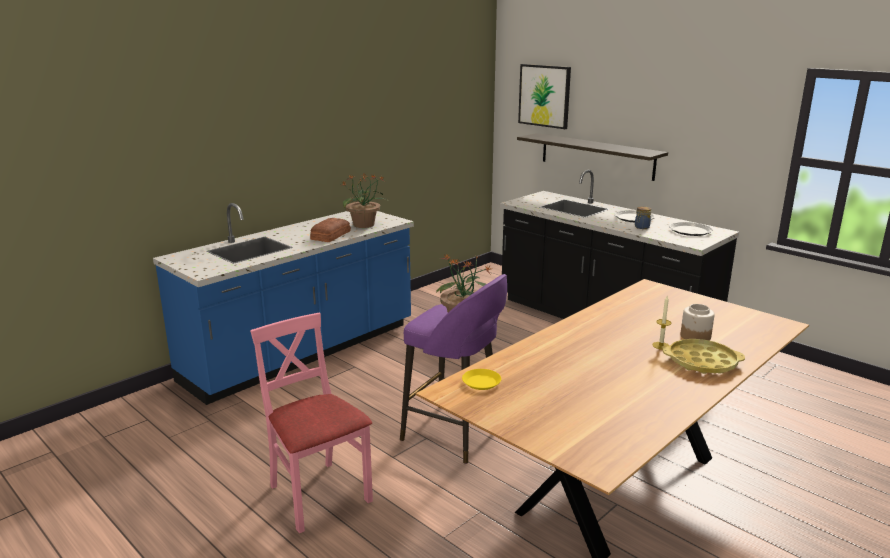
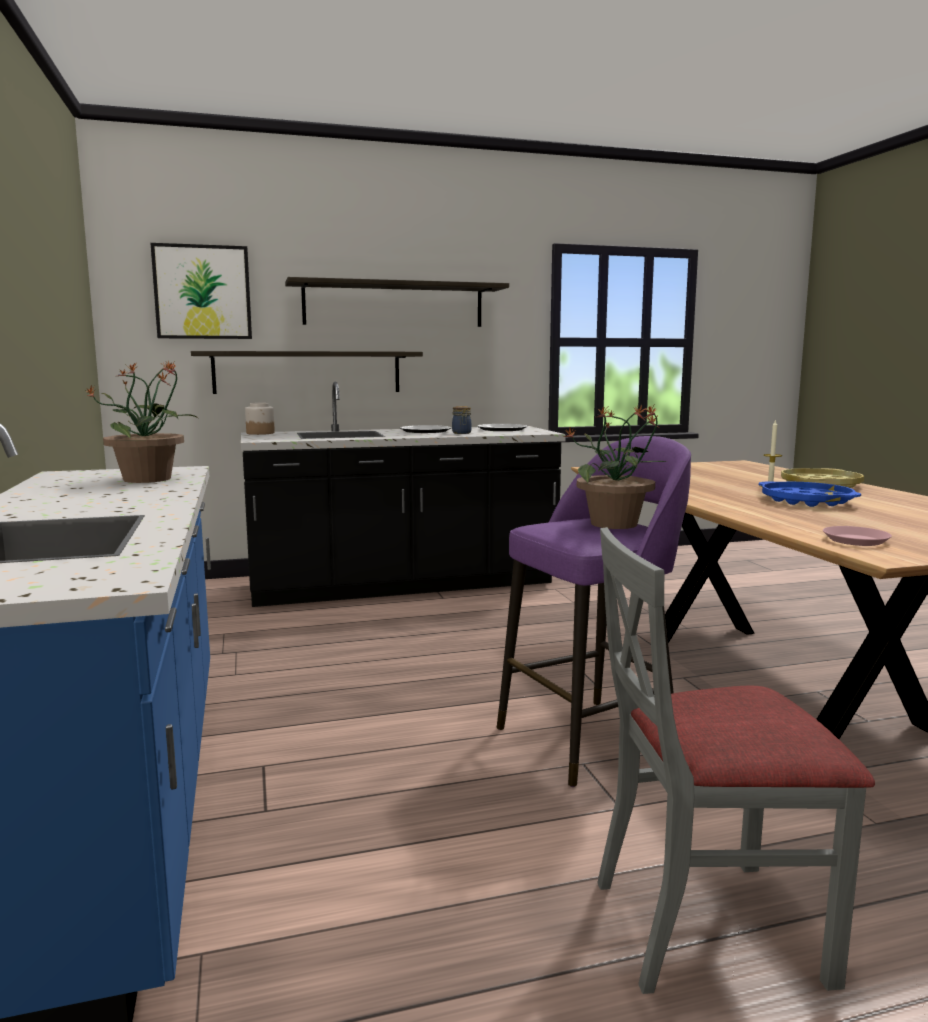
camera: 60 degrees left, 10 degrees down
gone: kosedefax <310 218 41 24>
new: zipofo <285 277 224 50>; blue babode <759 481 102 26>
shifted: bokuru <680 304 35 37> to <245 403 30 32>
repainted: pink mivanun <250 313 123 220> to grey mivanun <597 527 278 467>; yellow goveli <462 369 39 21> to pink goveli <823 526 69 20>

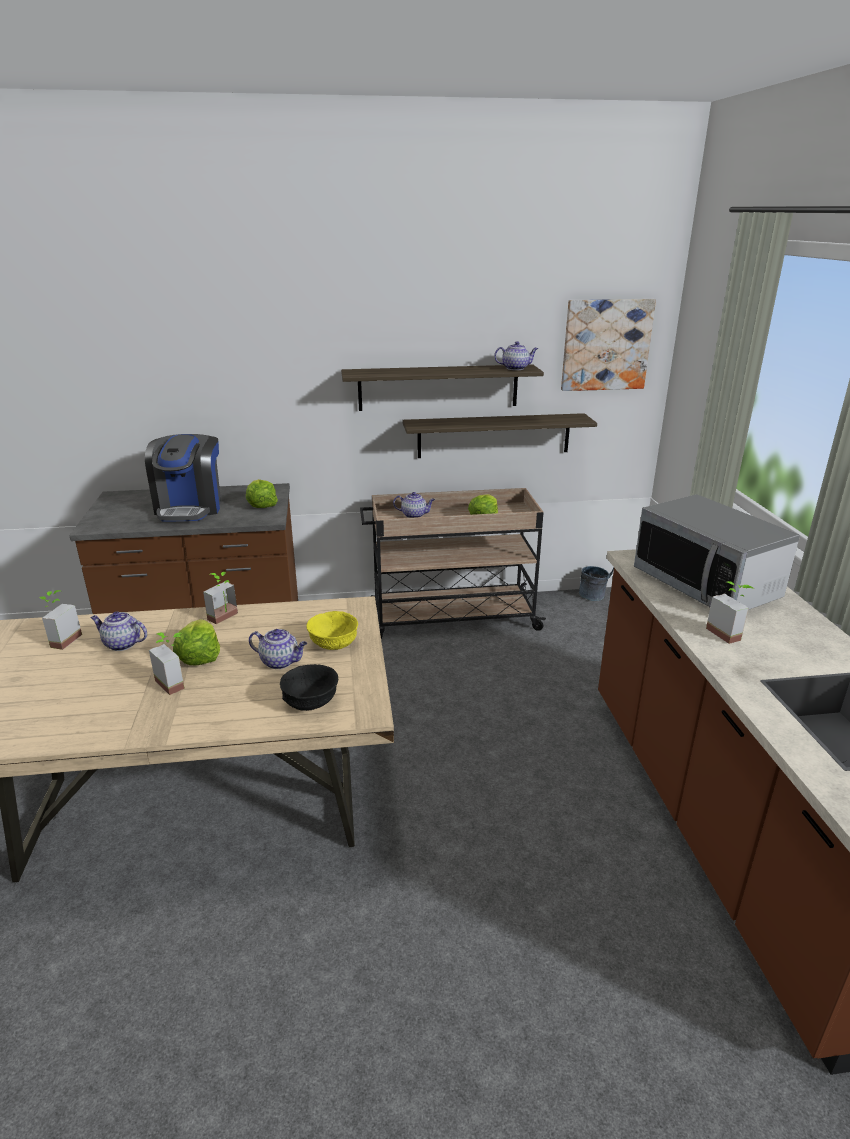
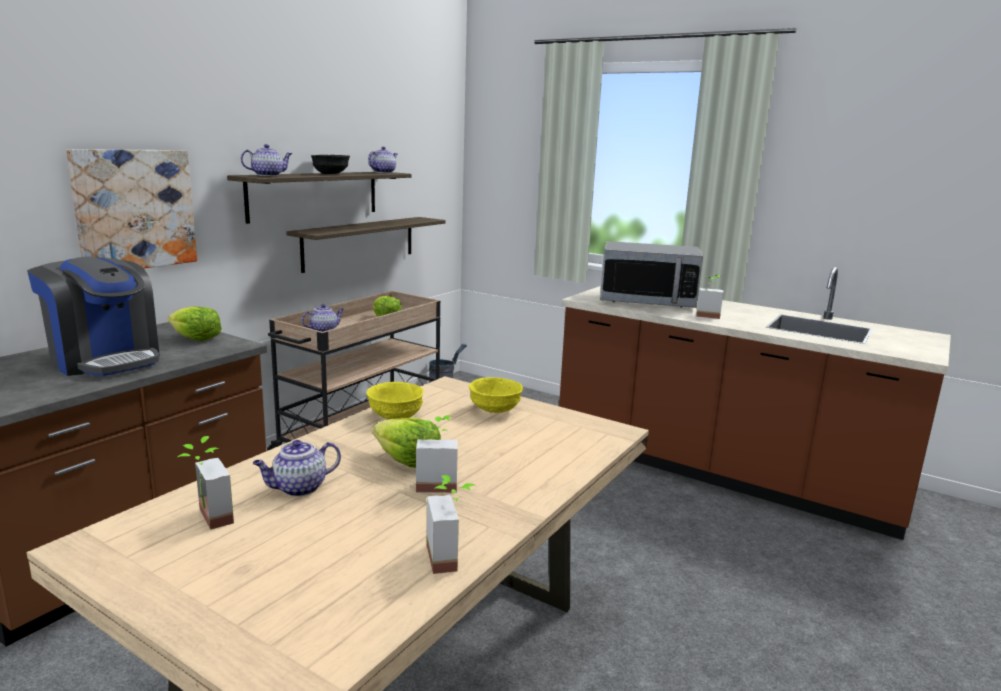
camera: 50 degrees left, 10 degrees down
new: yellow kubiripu <366 382 58 37>
shifted: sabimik <561 299 95 92> to <66 149 131 120>; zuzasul <203 572 35 52> to <427 475 48 99>; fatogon <249 629 58 40> to <241 144 51 32>; black kubiripu <280 664 58 47> to <311 155 39 19>

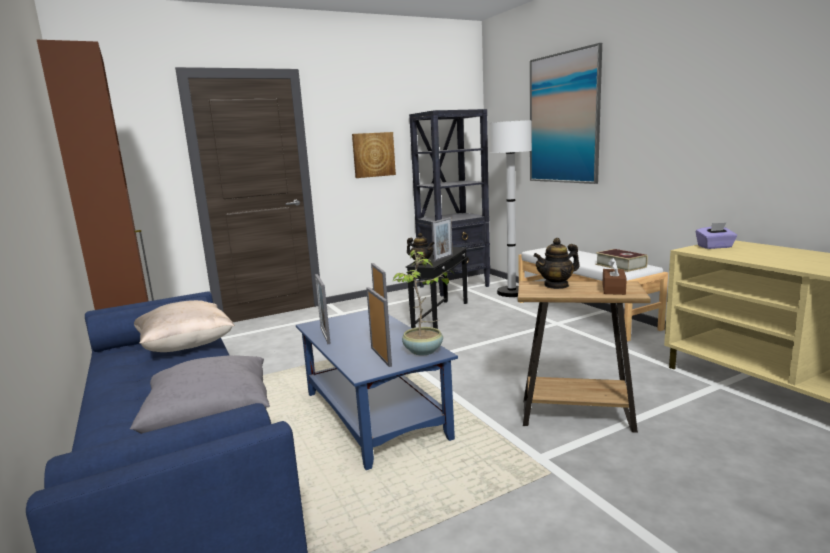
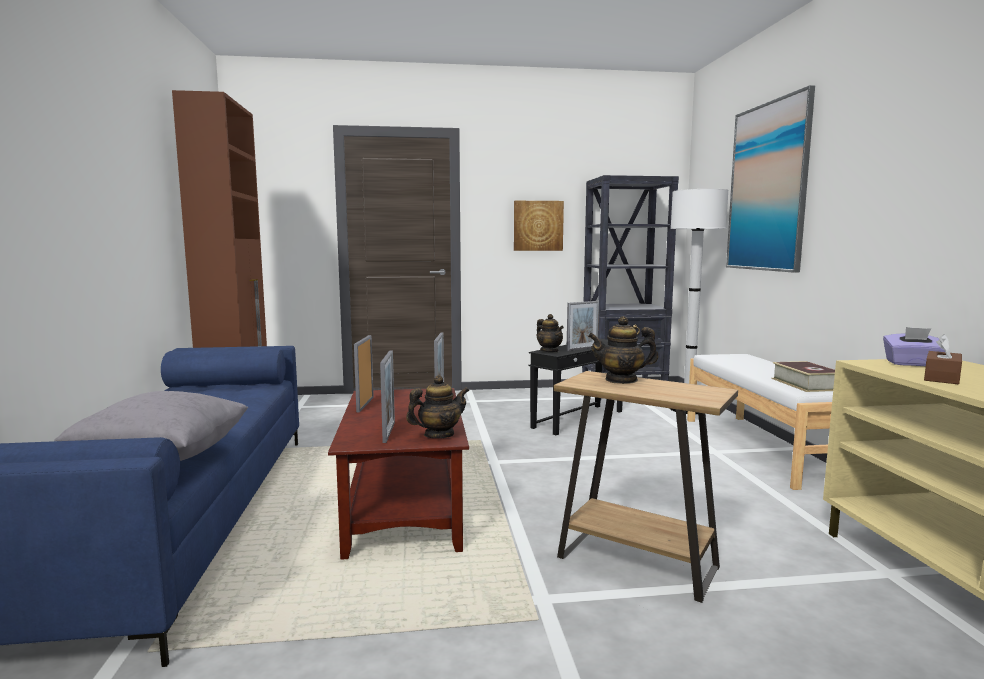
camera: 20 degrees right, 5 degrees down
gone: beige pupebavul <134 300 101 52>
shifted: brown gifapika <602 258 25 37> to <924 334 38 50>
swapped: zuzasul <392 250 62 106> to fatogon <406 375 63 63>
repainted: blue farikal <296 310 162 160> to brown farikal <328 388 141 172>

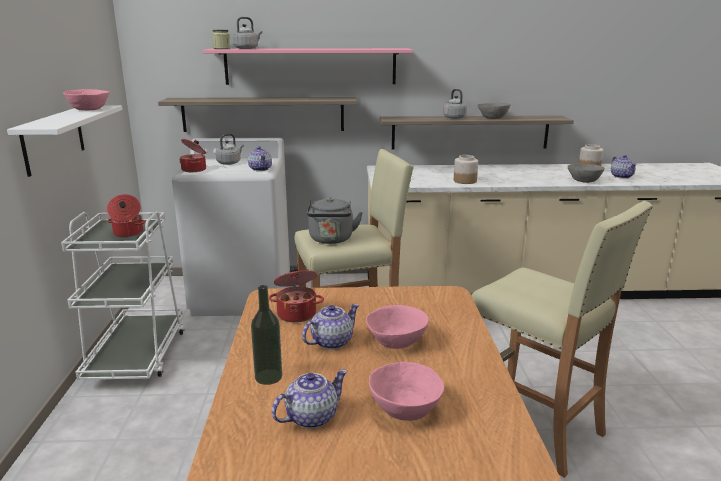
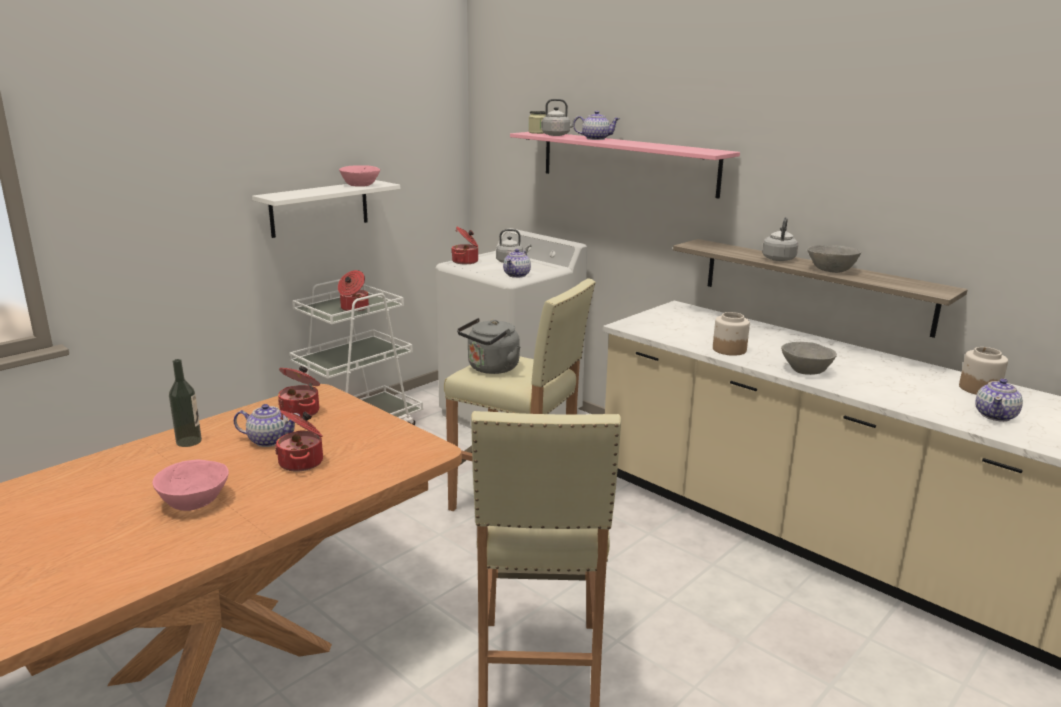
camera: 45 degrees right, 0 degrees up
gone: zipofo <158 97 199 35>
shifted: grey kubiripu <567 164 38 19> to <781 342 56 33>; fatogon <272 369 76 60> to <573 111 47 29>
swapped: pink kubiripu <366 305 63 44> to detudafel <275 410 48 62>

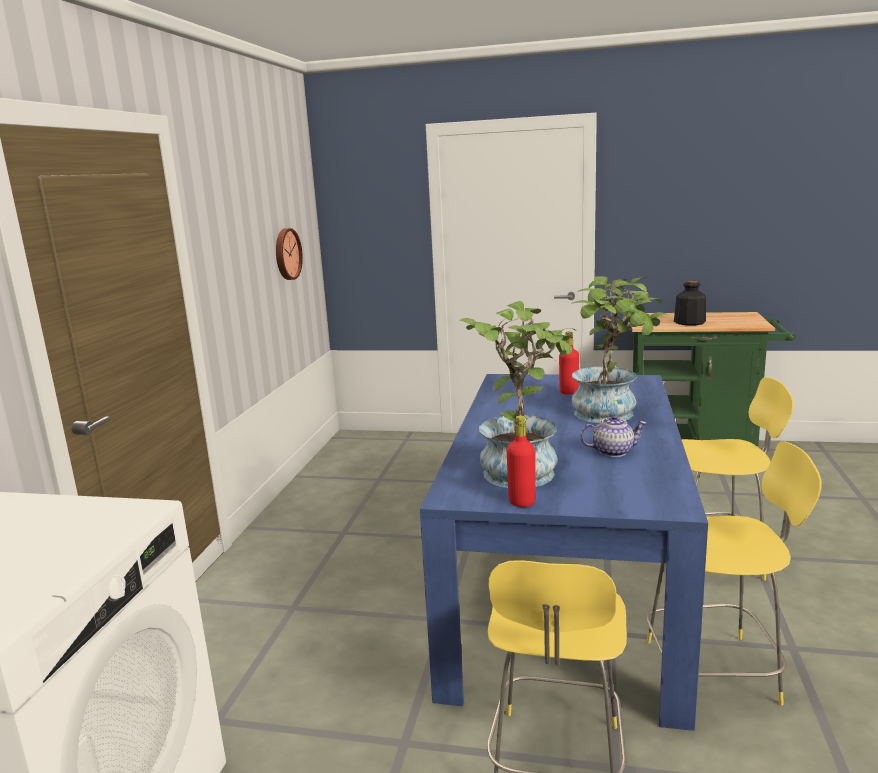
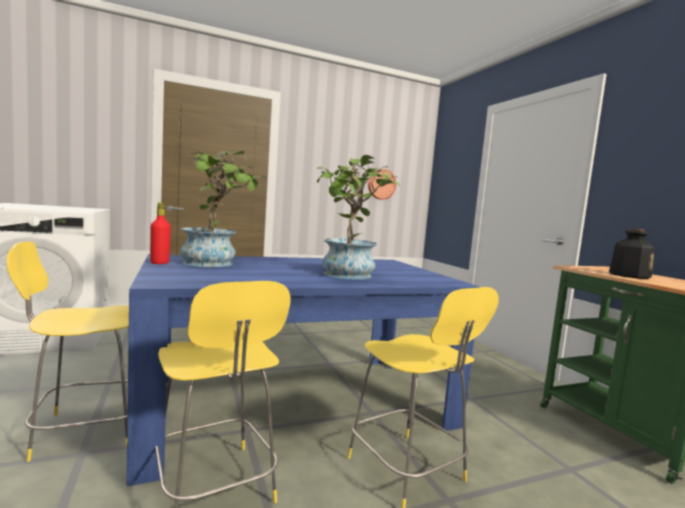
camera: 55 degrees right, 10 degrees down
gone: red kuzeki <559 332 20 63>; fatogon <580 415 67 42>

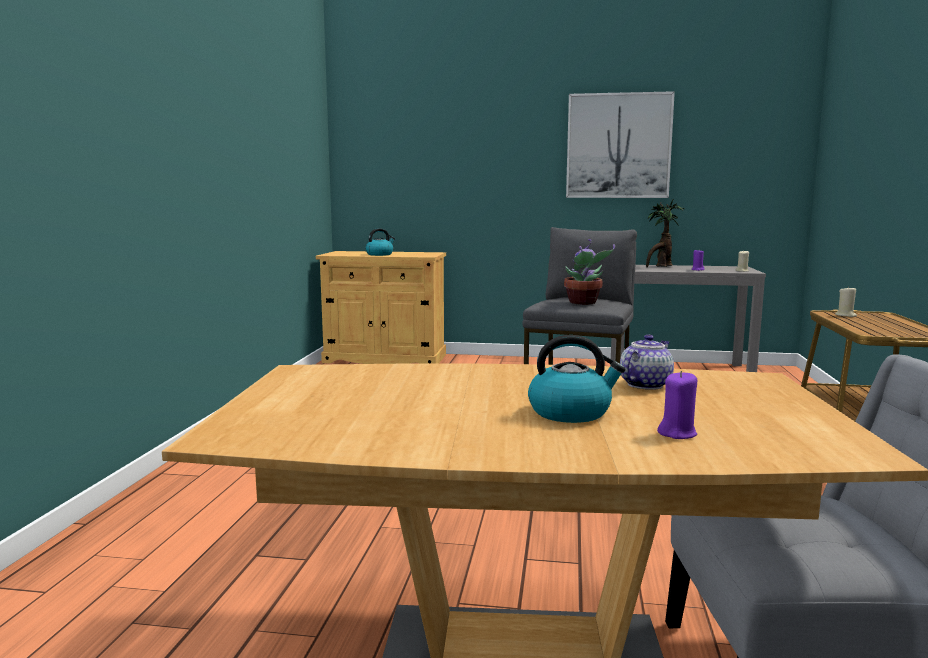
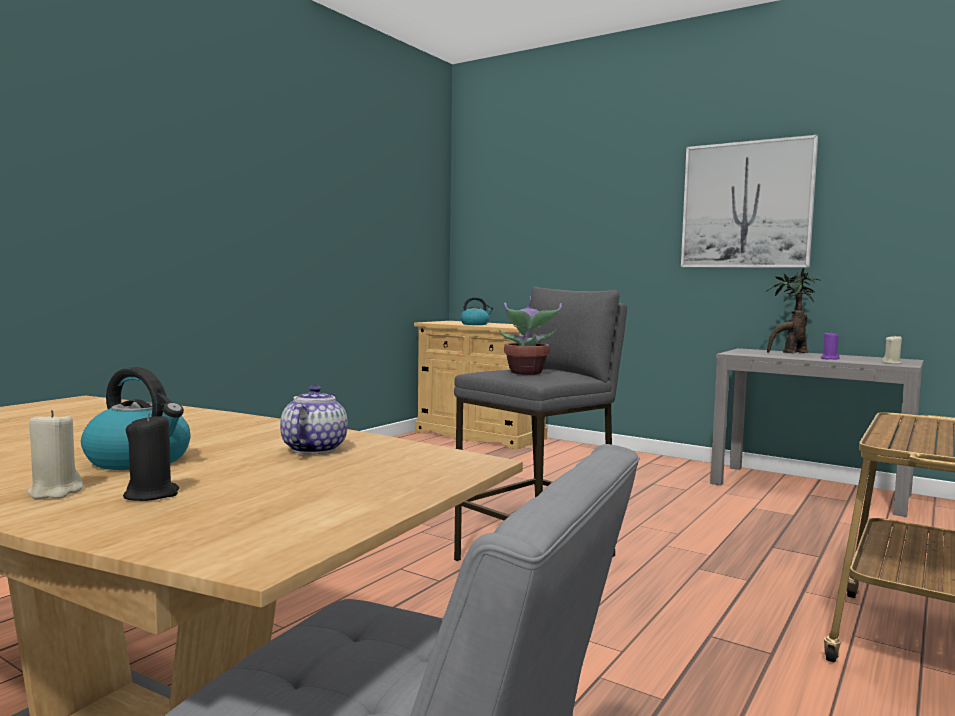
camera: 25 degrees right, 5 degrees down
shifted: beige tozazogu <835 286 22 31> to <27 410 57 89>
repainted: purple tozazogu <657 371 40 68> to black tozazogu <123 413 56 88>
rotated: fatogon <620 334 54 56> = <280 385 68 69> 60 degrees counterclockwise

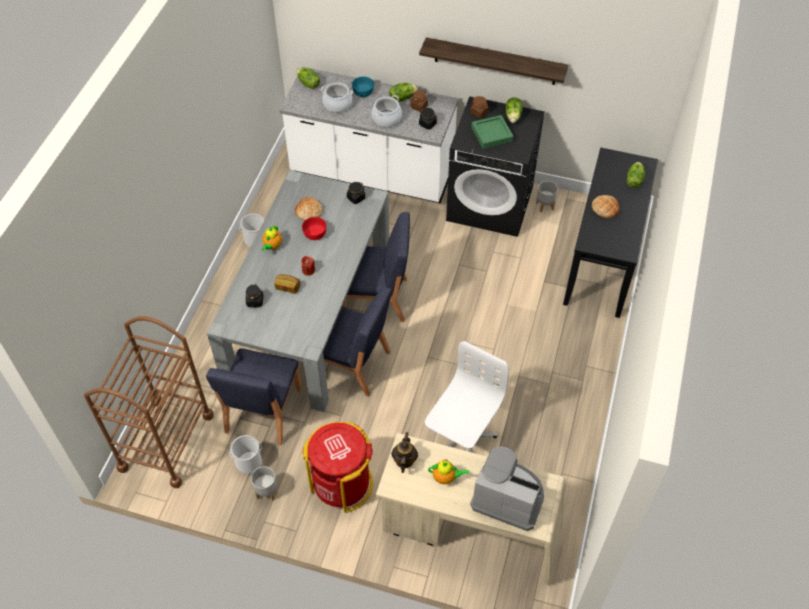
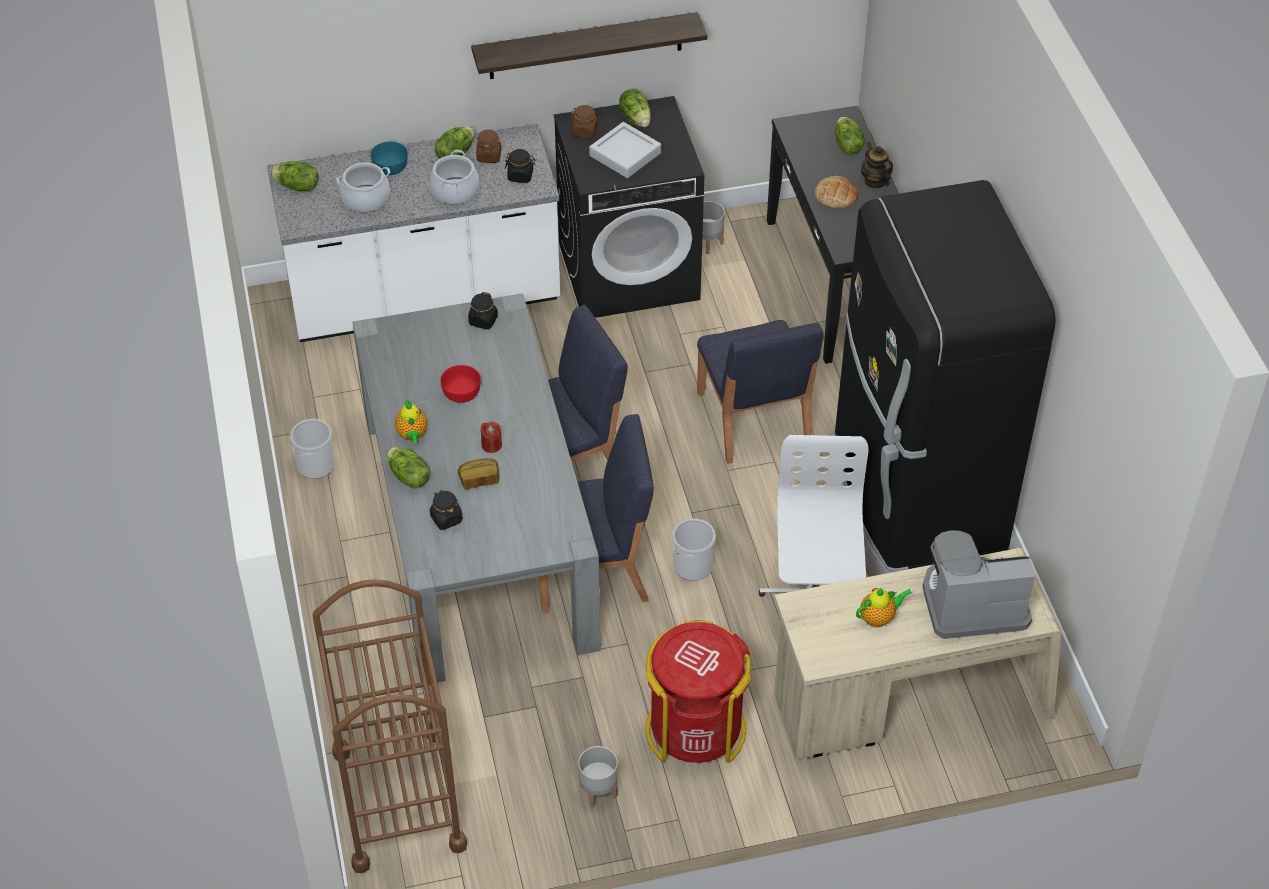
camera: 30 degrees left, 5 degrees down
gone: kosedefax <295 197 27 24>
new: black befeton <830 180 226 395>; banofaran <387 447 43 42>
shifted: blue mivanun <206 348 95 97> to <697 320 127 144>; fatogon <391 432 27 41> to <861 142 32 47>; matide <229 435 33 39> to <672 519 44 62>
repainted: green babode <471 115 43 34> to grey babode <589 122 72 56>

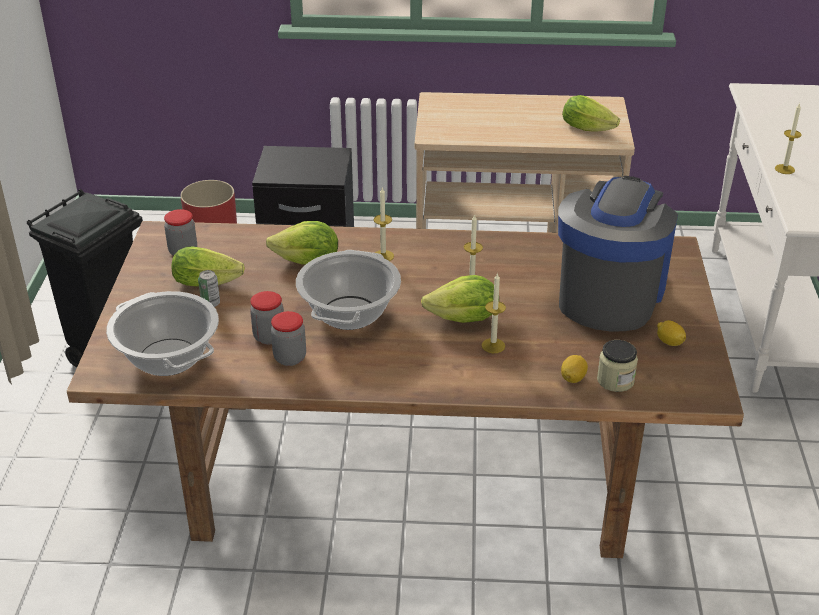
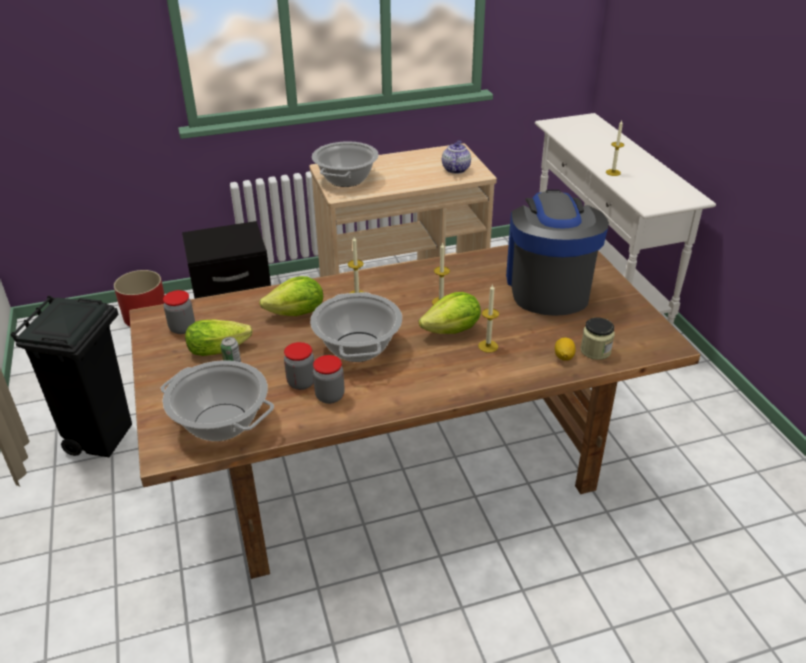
camera: 20 degrees left, 0 degrees up
gone: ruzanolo <657 320 29 26>
new: detudafel <312 141 66 46>
swapped: banofaran <562 95 58 36> to fatogon <442 140 29 34>

